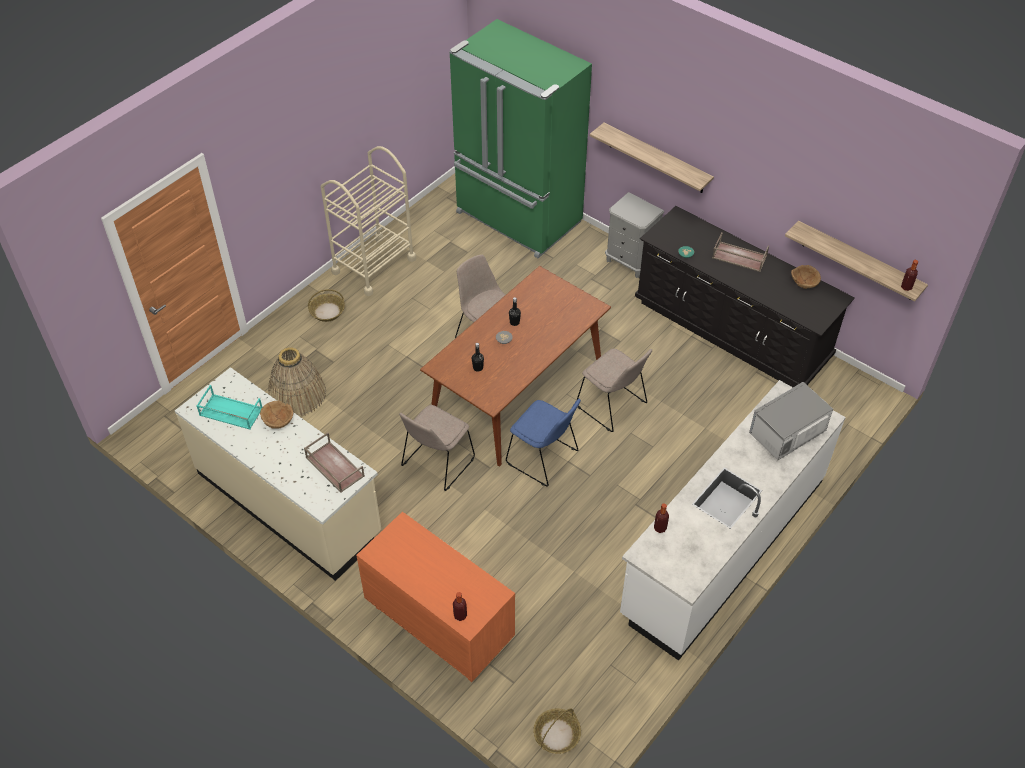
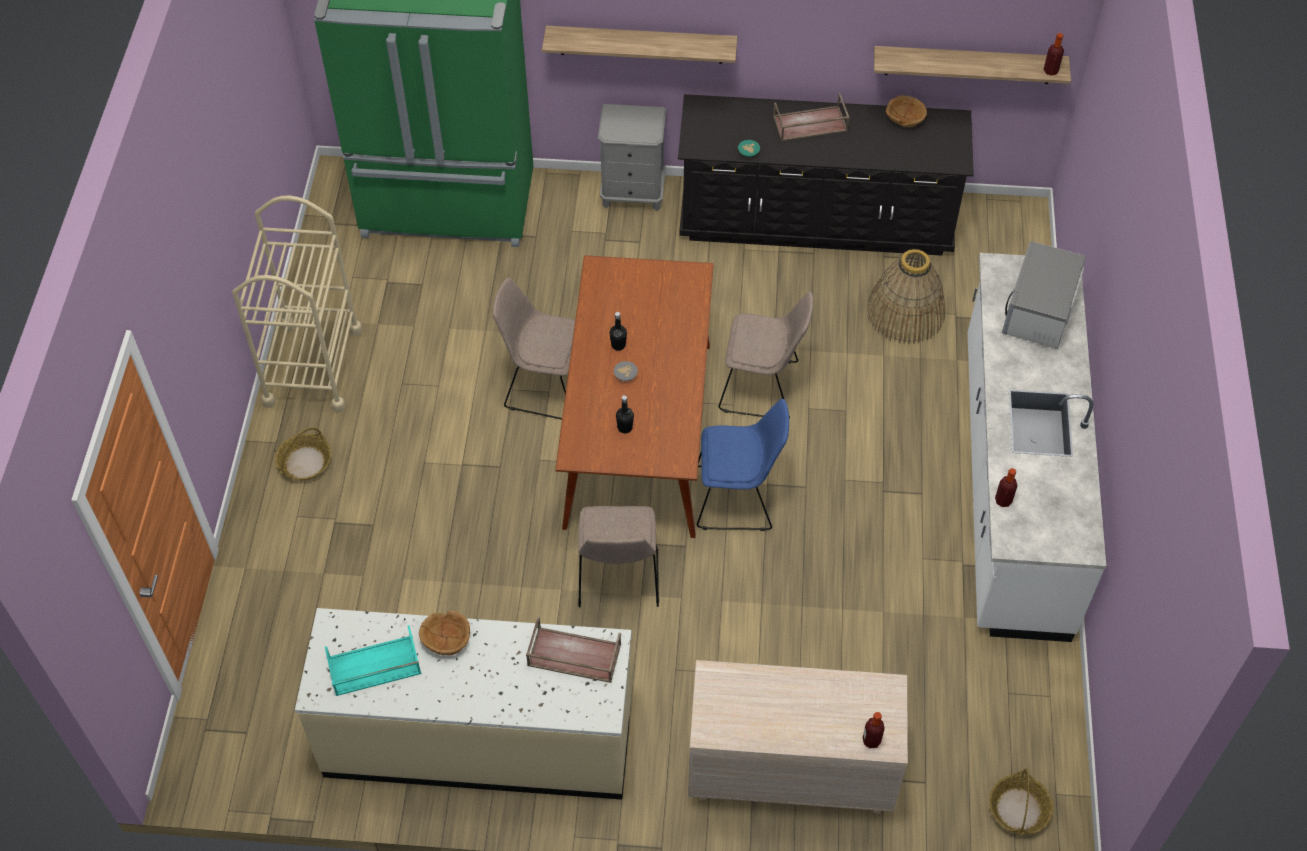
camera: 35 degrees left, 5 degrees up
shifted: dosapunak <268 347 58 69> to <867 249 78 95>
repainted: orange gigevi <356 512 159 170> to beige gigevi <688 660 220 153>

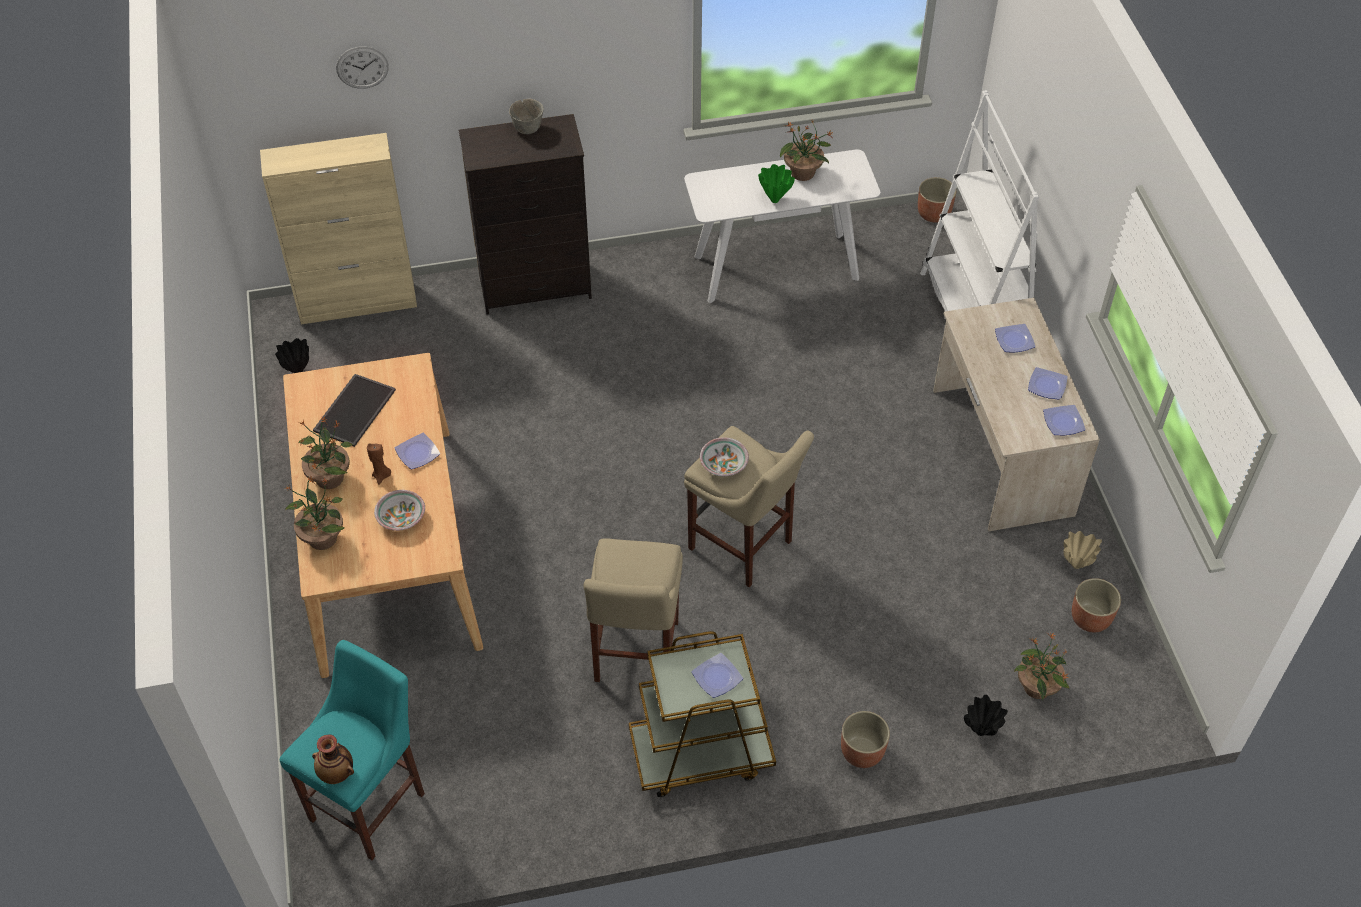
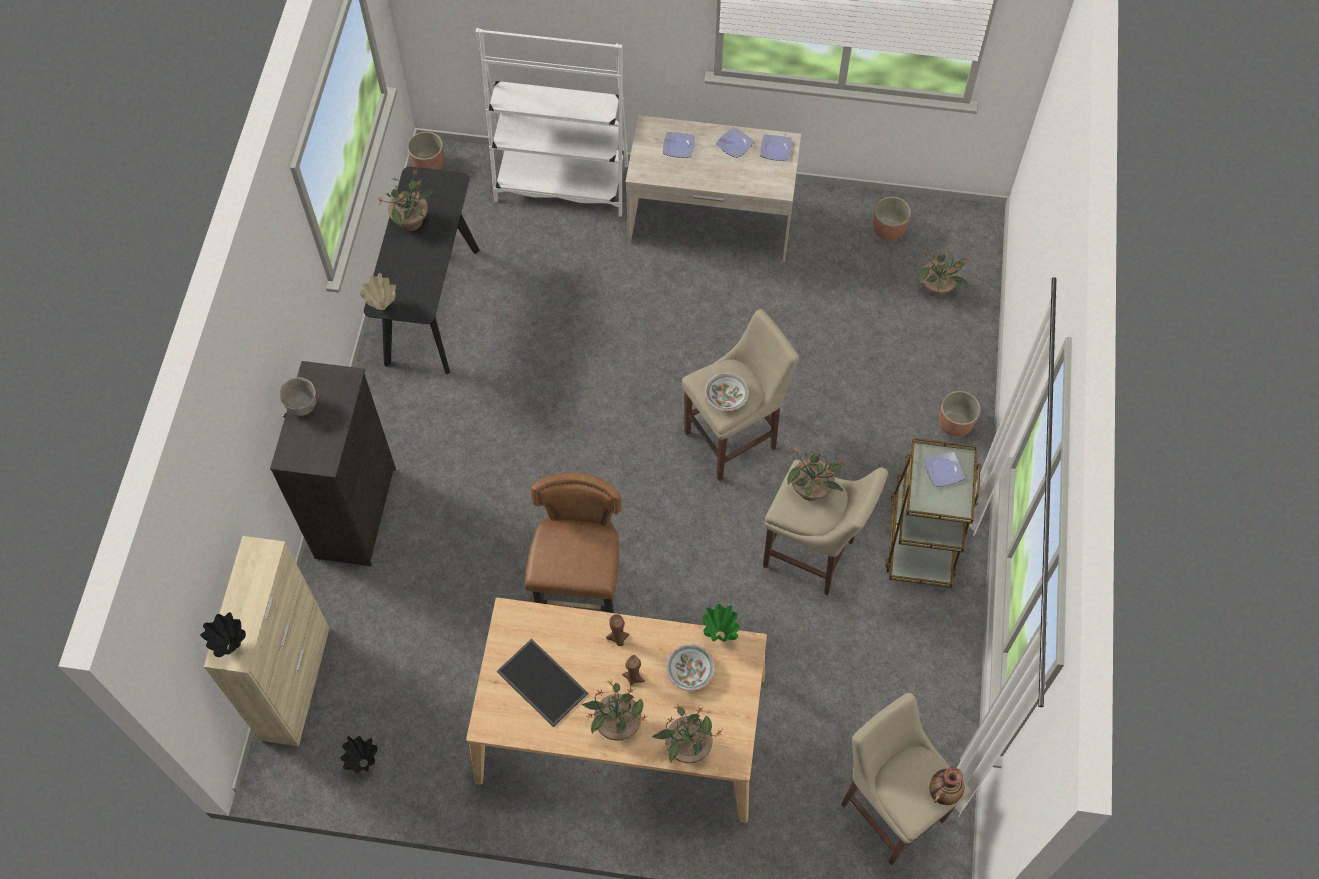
camera: 70 degrees left, 10 degrees up
gone: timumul <336 46 53 43>
new: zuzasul <788 446 57 55>; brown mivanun <525 472 97 141>
shifted: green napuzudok <758 164 37 39> to <702 604 38 38>; beige napuzudok <1063 531 39 38> to <359 273 37 37>; black napuzudok <964 695 44 41> to <200 612 46 45>
swapped: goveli <394 433 46 36> to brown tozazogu <606 614 24 32>
repainted: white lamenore <684 149 196 154> to black lamenore <364 167 116 207>; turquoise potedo <280 640 145 220> to beige potedo <841 693 130 173>

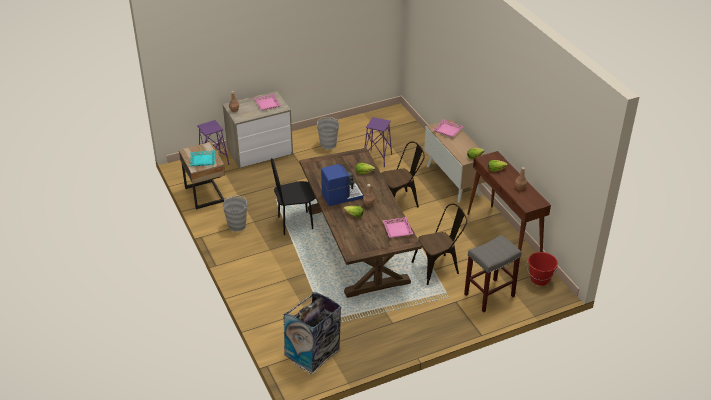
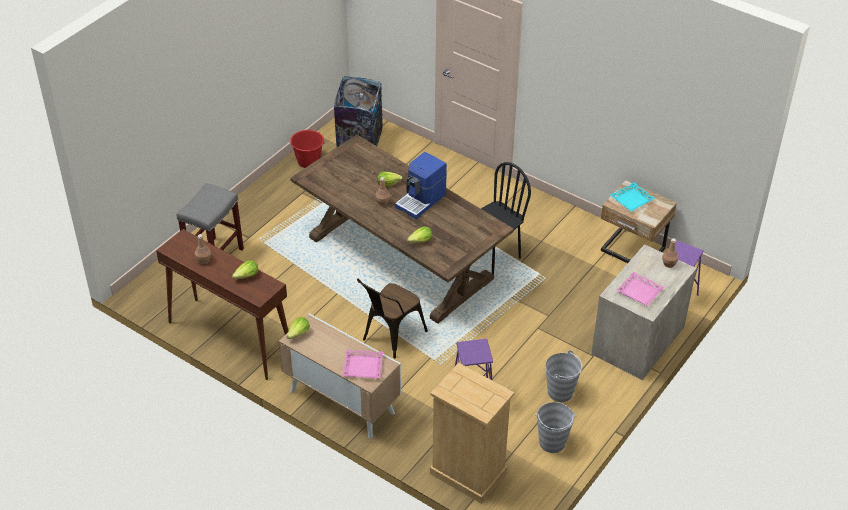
camera: 150 degrees right, 5 degrees up
gone: brown mivanun <412 204 55 81>; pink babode <382 217 31 21>
new: beige gigevi <430 363 84 141>
shifted: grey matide <223 195 24 37> to <535 402 41 51>; red matide <527 252 31 34> to <290 130 35 38>

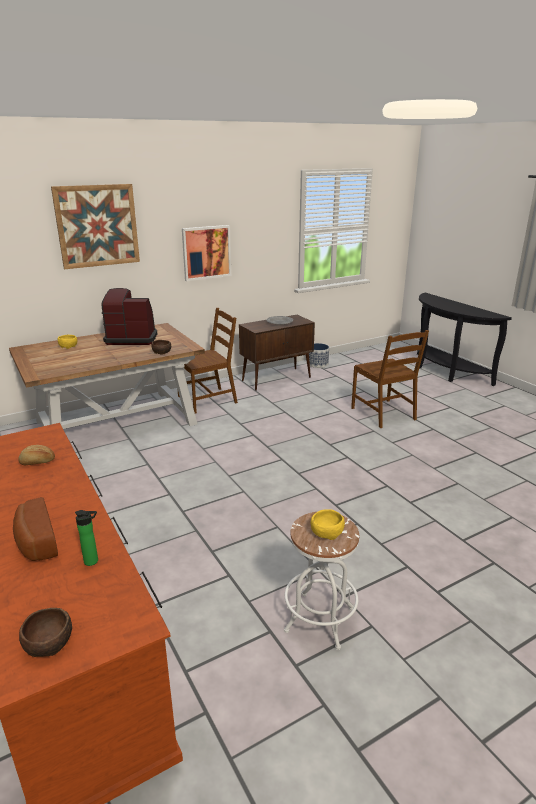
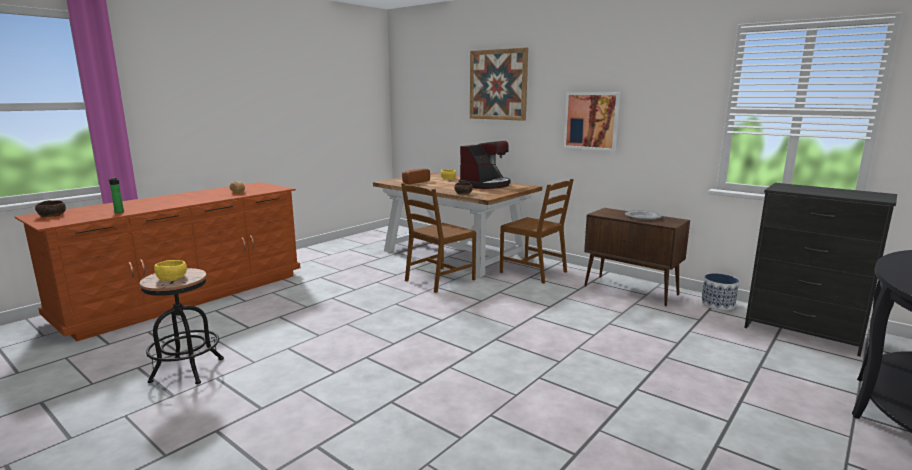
camera: 70 degrees right, 10 degrees down
new: black gigevi <744 183 153 174>
shifted: brown mivanun <351 330 78 98> to <401 183 75 110>; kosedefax <13 497 45 64> to <402 168 28 16>
repainted: white potedo <284 512 75 138> to black potedo <140 268 84 116>
rotated: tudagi <101 288 56 57> = <459 141 52 48> 60 degrees clockwise

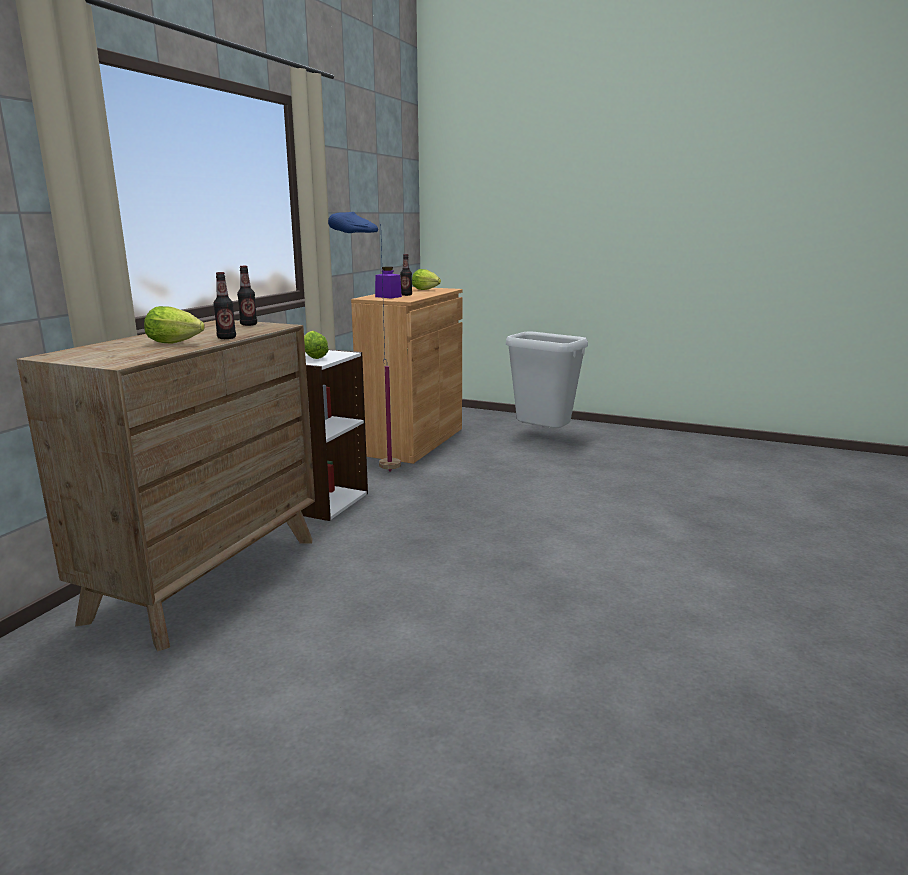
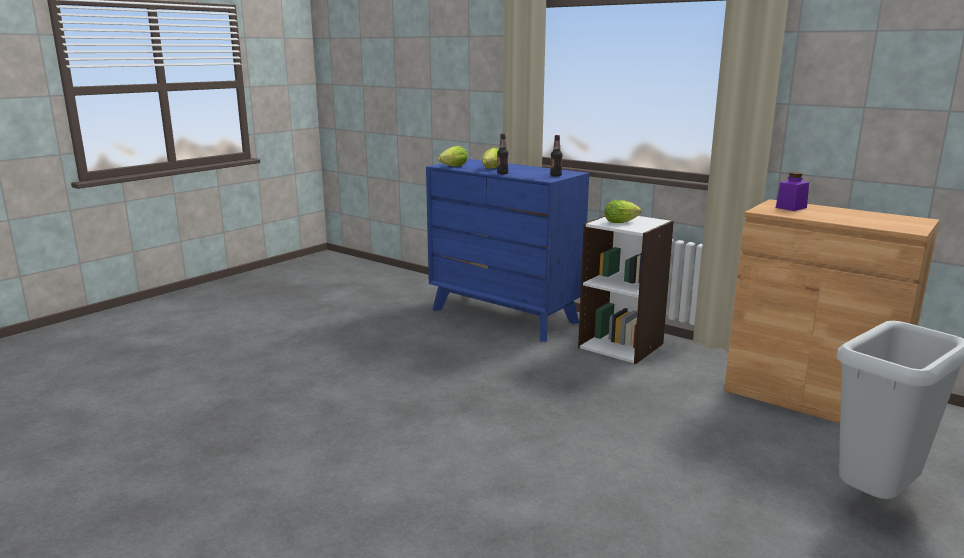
camera: 105 degrees right, 0 degrees up
gone: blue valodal <328 212 73 260>; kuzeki <400 254 12 42>
shifted: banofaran <412 269 29 21> to <438 146 30 20>
repainted: brown gigevi <16 320 299 331> to blue gigevi <426 159 163 183>

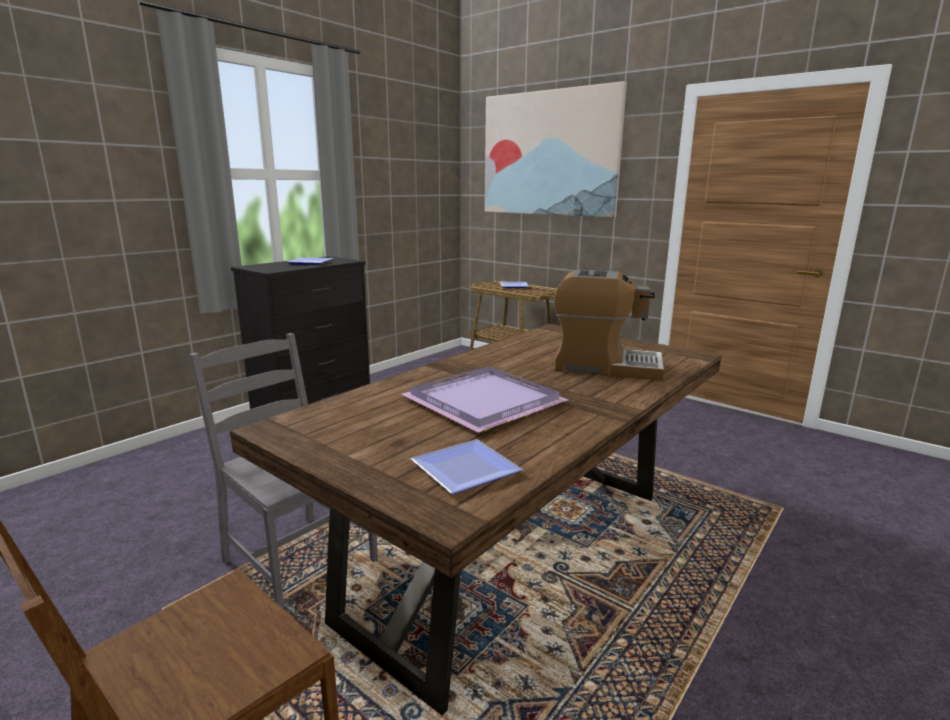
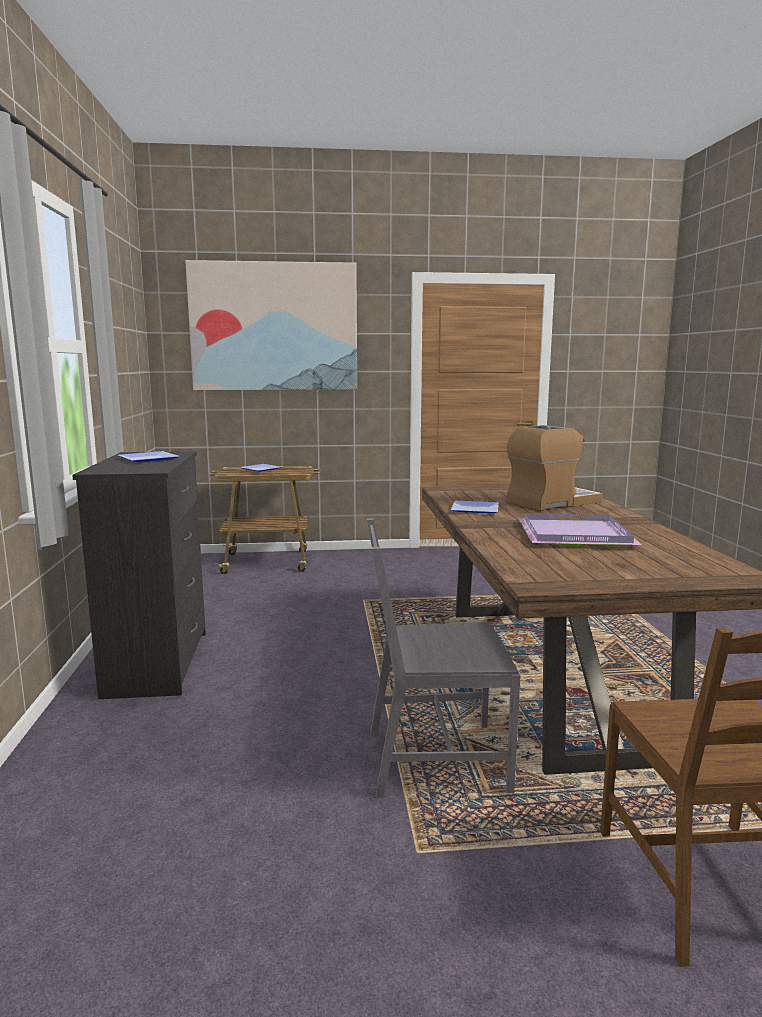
camera: 45 degrees left, 5 degrees down
shifted: goveli <410 439 113 55> to <451 501 48 12>

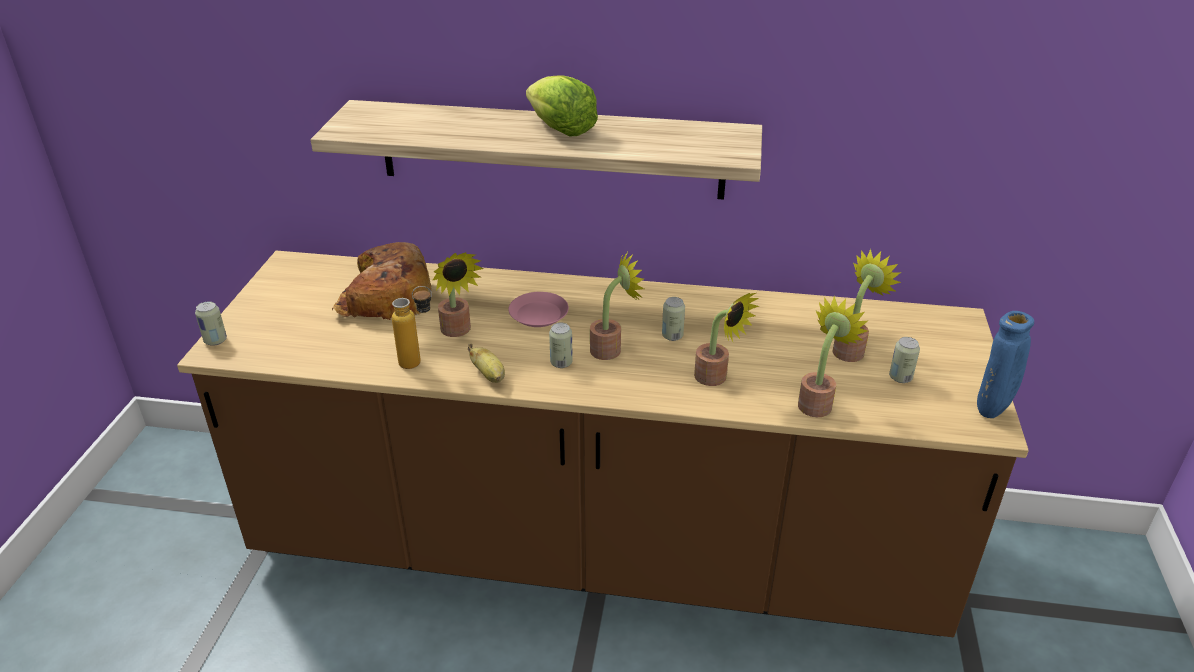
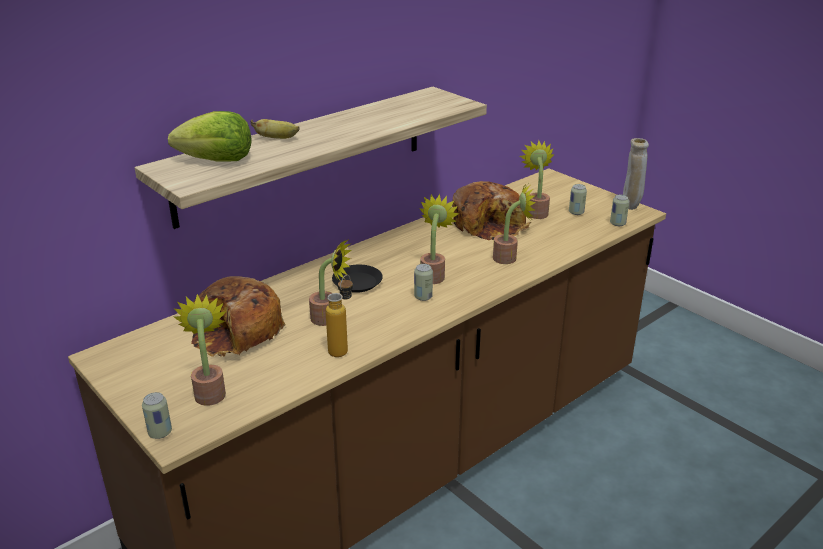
camera: 50 degrees left, 5 degrees down
new: kosedefax <452 181 79 59>
shifted: banofaran <526 75 72 61> to <168 111 84 50>; zuzasul <798 295 70 122> to <174 294 53 112>; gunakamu <662 297 23 44> to <610 195 19 31>; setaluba <468 344 37 39> to <251 119 49 20>
repainted: pink goveli <508 292 61 35> to black goveli <332 265 51 28>; blue napuzudok <977 311 57 107> to beige napuzudok <623 138 26 72>

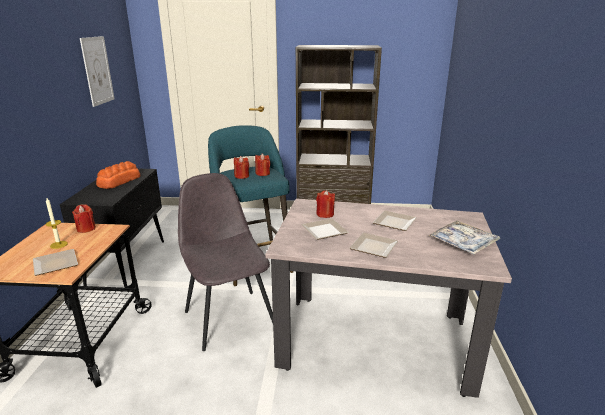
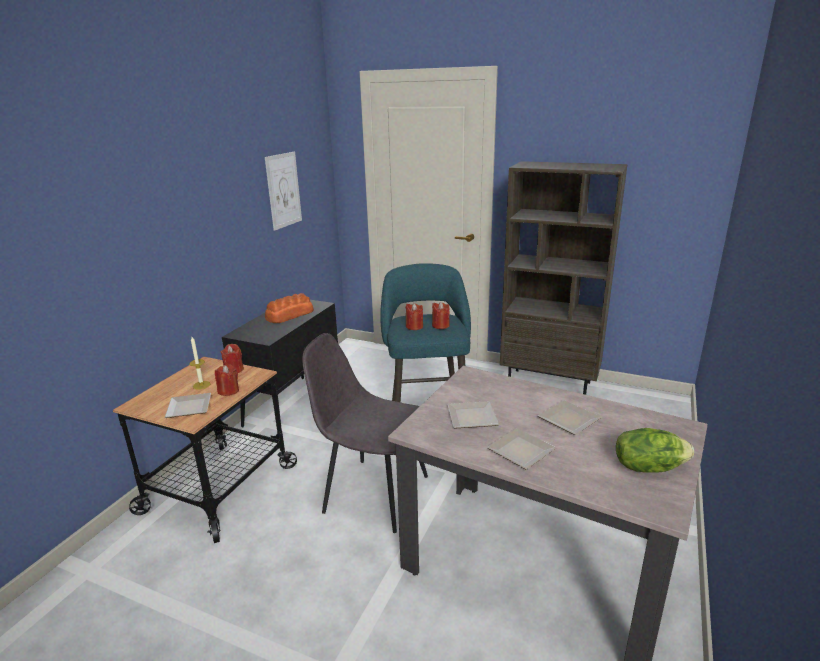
camera: 20 degrees right, 0 degrees up
shifted: red tozazogu <316 190 19 28> to <215 364 24 32>
swapped: babode <428 221 72 33> to banofaran <616 428 78 45>
rotated: grey mivanun <178 173 95 178> = <302 333 126 200> 60 degrees counterclockwise

